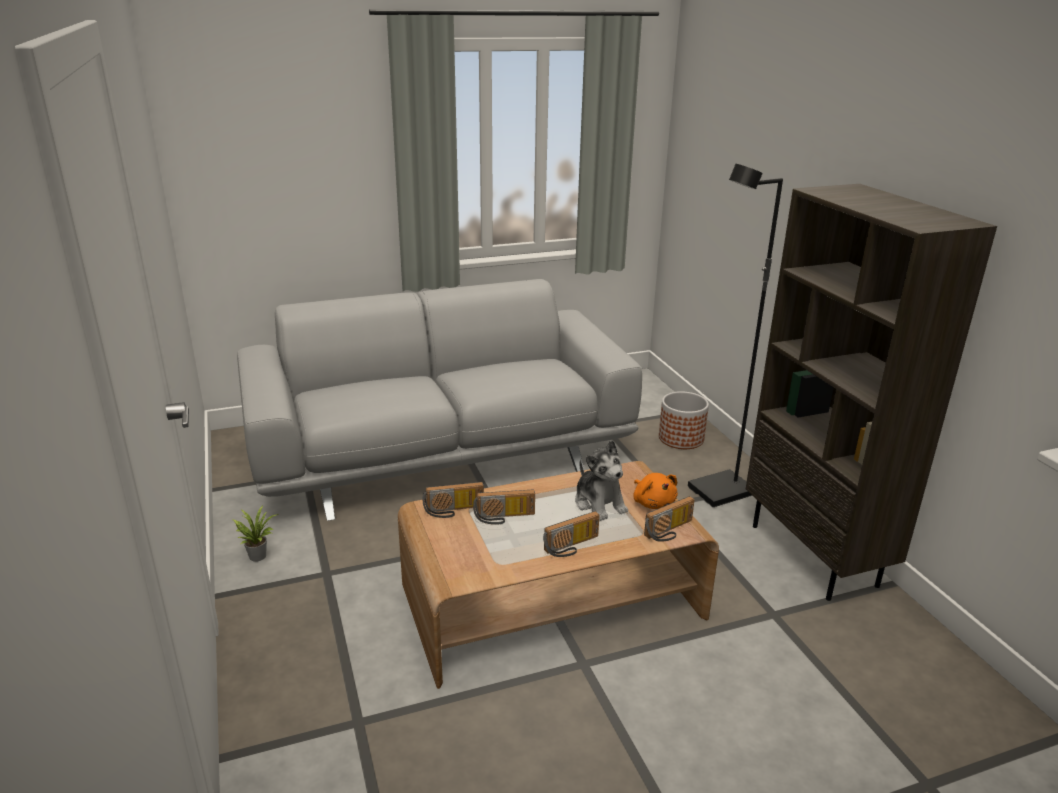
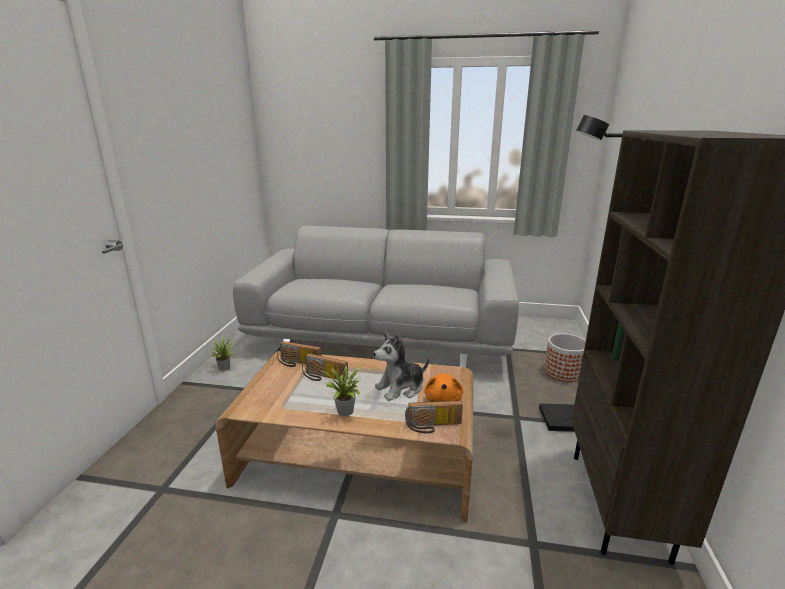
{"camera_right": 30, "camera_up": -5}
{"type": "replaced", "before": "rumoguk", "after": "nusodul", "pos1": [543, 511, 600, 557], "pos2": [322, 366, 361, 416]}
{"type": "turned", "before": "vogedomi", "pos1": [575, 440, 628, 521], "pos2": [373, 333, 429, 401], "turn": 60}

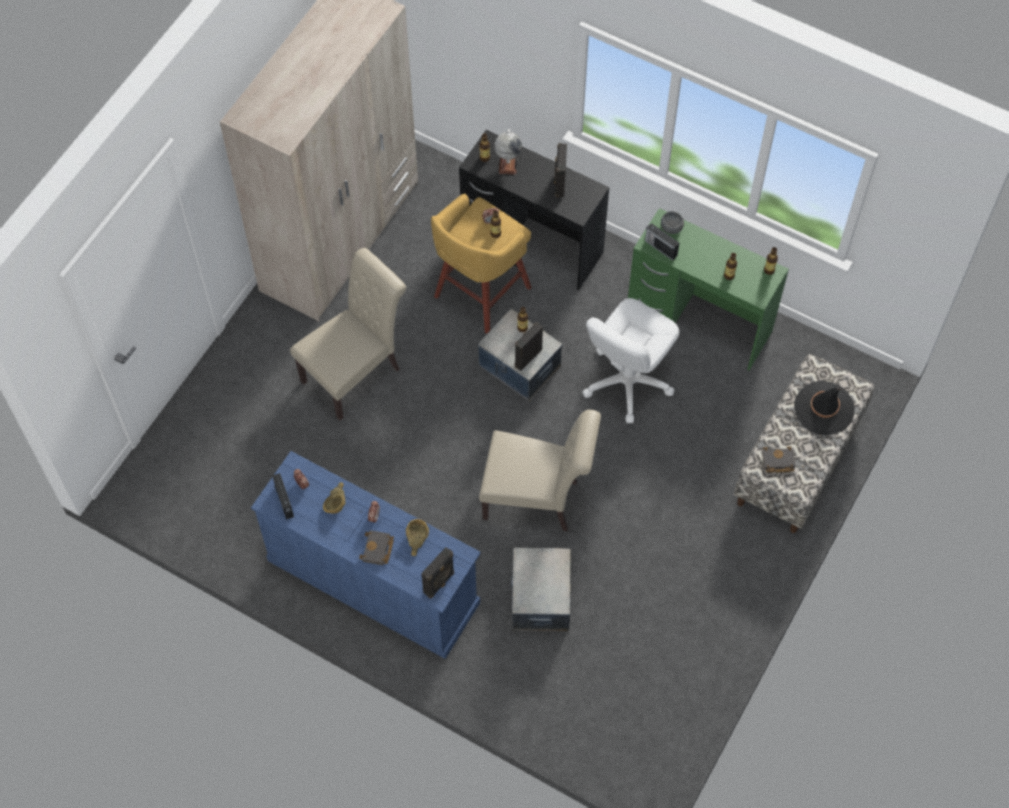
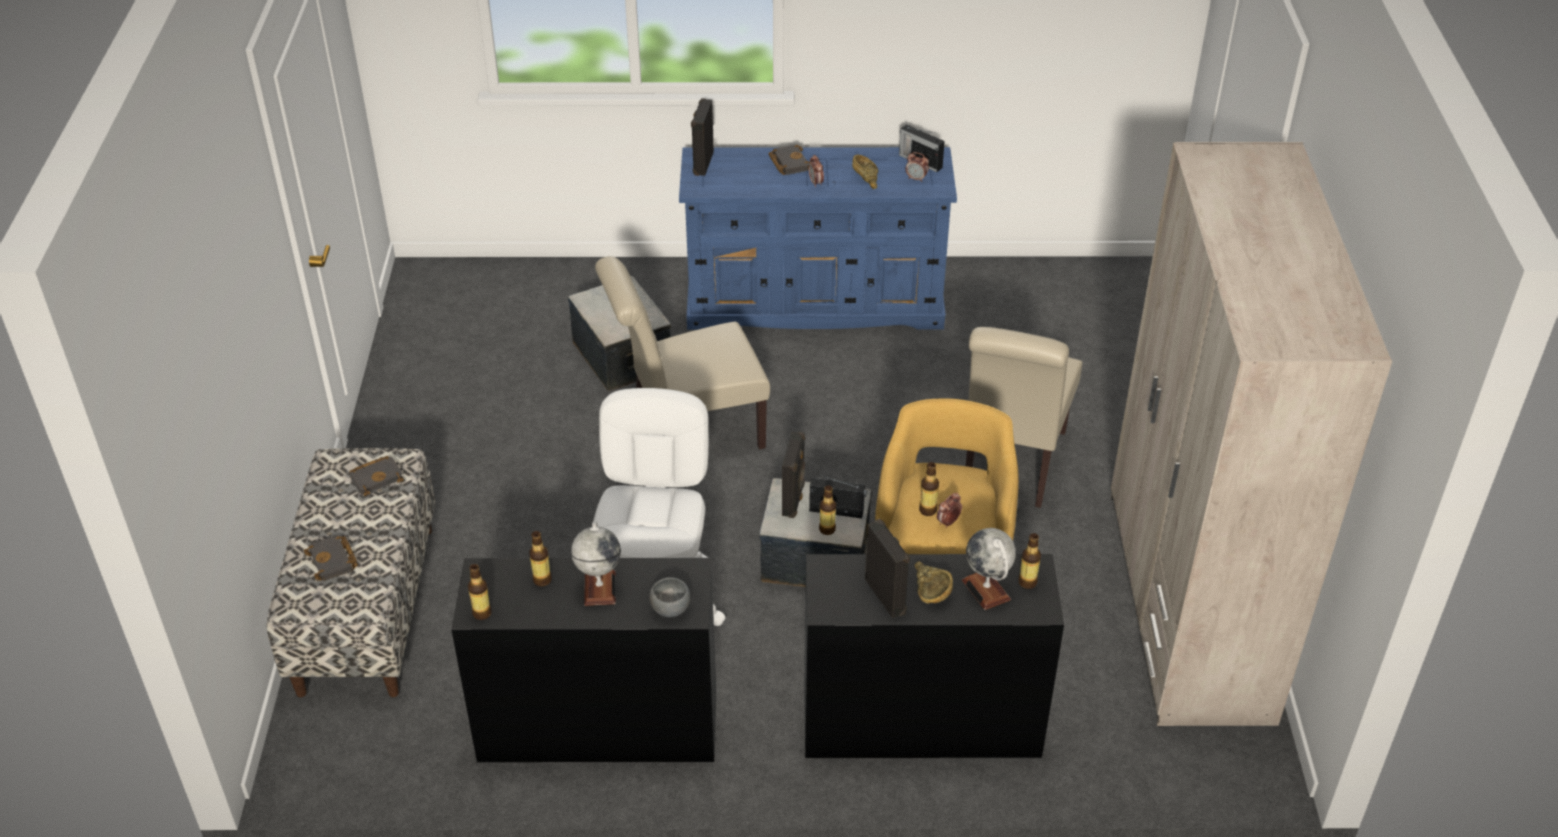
{"camera_right": 150, "camera_up": -20}
{"type": "added", "after": "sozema", "pos2": [571, 522, 621, 606]}
{"type": "moved", "before": "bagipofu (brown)", "pos1": [406, 519, 429, 556], "pos2": [915, 561, 953, 604]}
{"type": "moved", "before": "rumoguk", "pos1": [645, 223, 679, 261], "pos2": [809, 474, 867, 518]}
{"type": "replaced", "before": "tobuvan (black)", "after": "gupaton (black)", "pos1": [794, 381, 855, 435], "pos2": [304, 535, 358, 581]}
{"type": "recoloured", "before": "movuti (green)", "after": "movuti (black)", "pos1": [628, 208, 789, 371], "pos2": [451, 558, 716, 762]}

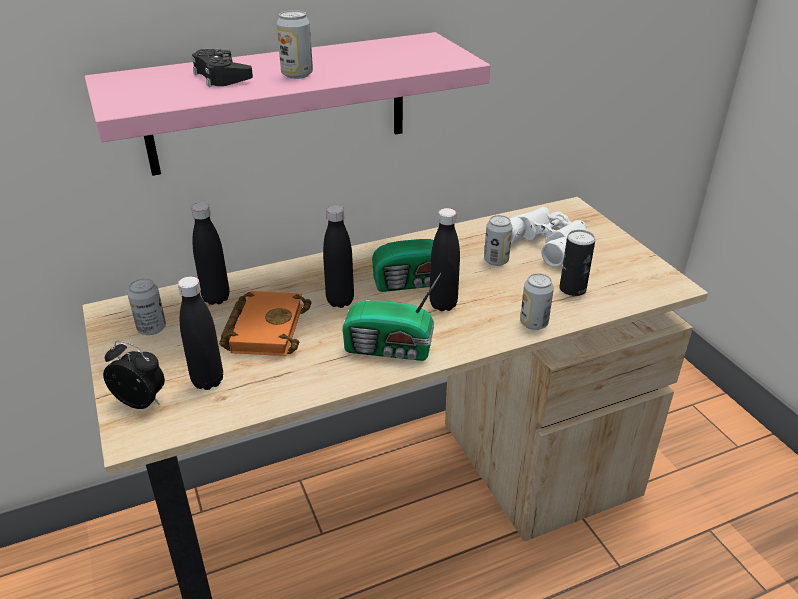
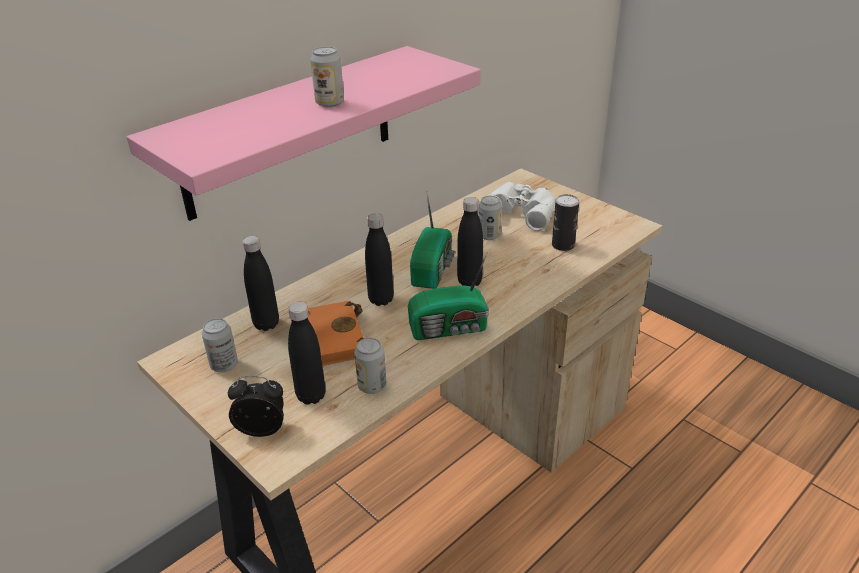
{"camera_right": -20, "camera_up": 0}
{"type": "removed", "before": "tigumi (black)", "pos1": [192, 48, 253, 87]}
{"type": "moved", "before": "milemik", "pos1": [520, 273, 554, 330], "pos2": [354, 338, 386, 394]}
{"type": "turned", "before": "rumoguk", "pos1": [372, 205, 453, 292], "pos2": [410, 193, 455, 289], "turn": -45}

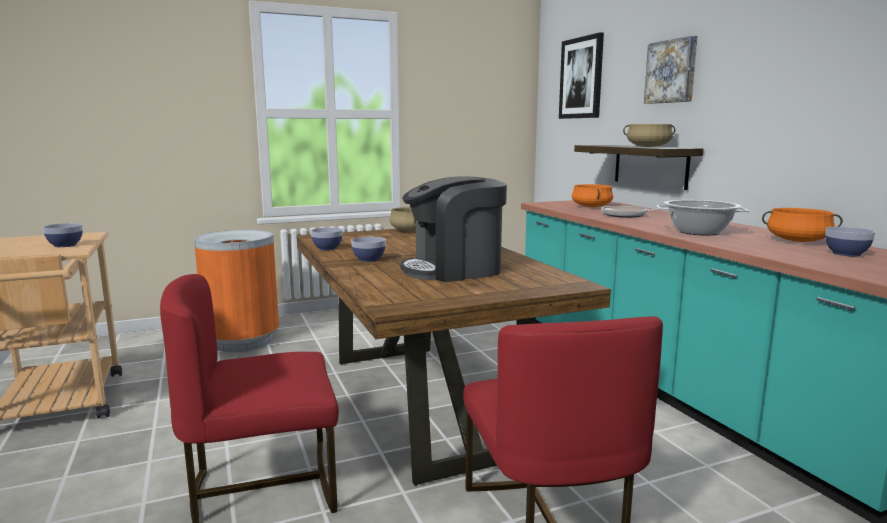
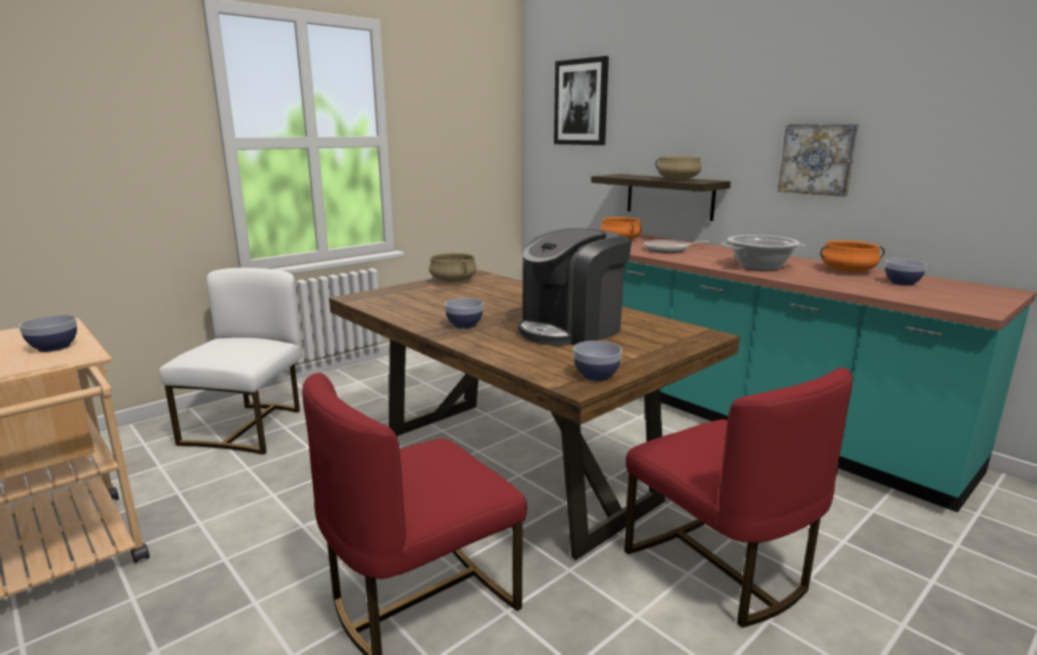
{"camera_right": -20, "camera_up": 5}
{"type": "moved", "before": "bagipofu", "pos1": [311, 227, 343, 250], "pos2": [573, 341, 622, 381]}
{"type": "moved", "before": "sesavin", "pos1": [644, 36, 698, 104], "pos2": [778, 124, 859, 197]}
{"type": "replaced", "before": "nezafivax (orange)", "after": "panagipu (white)", "pos1": [194, 230, 279, 352], "pos2": [159, 268, 302, 455]}

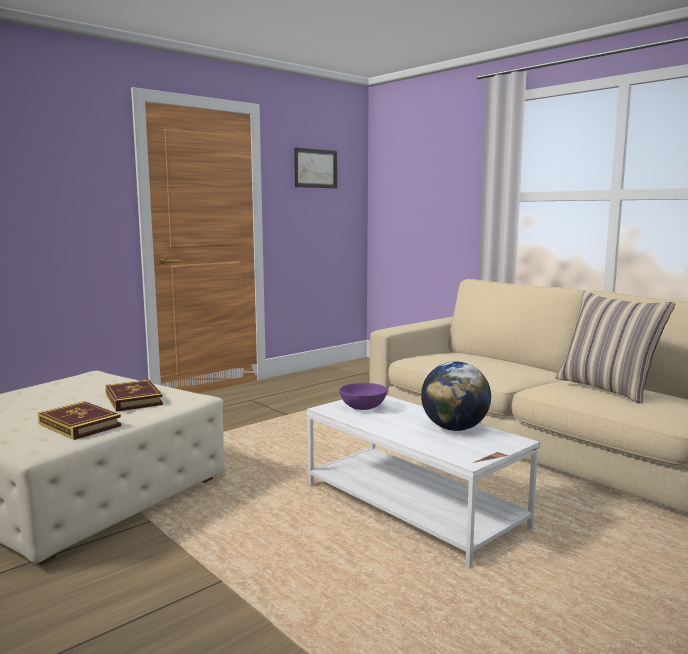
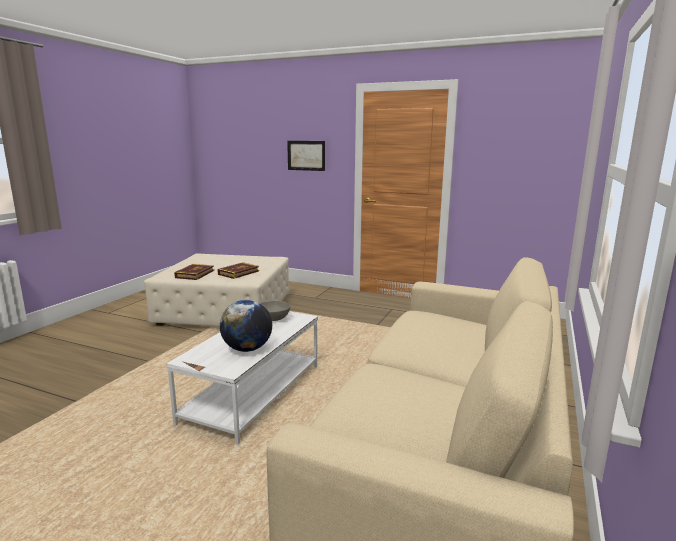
{"camera_right": 65, "camera_up": 5}
{"type": "removed", "before": "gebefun", "pos1": [556, 291, 676, 404]}
{"type": "moved", "before": "sesavin", "pos1": [294, 147, 337, 188], "pos2": [287, 141, 325, 171]}
{"type": "recoloured", "before": "bagipofu (purple)", "after": "bagipofu (grey)", "pos1": [339, 383, 387, 410], "pos2": [260, 301, 290, 321]}

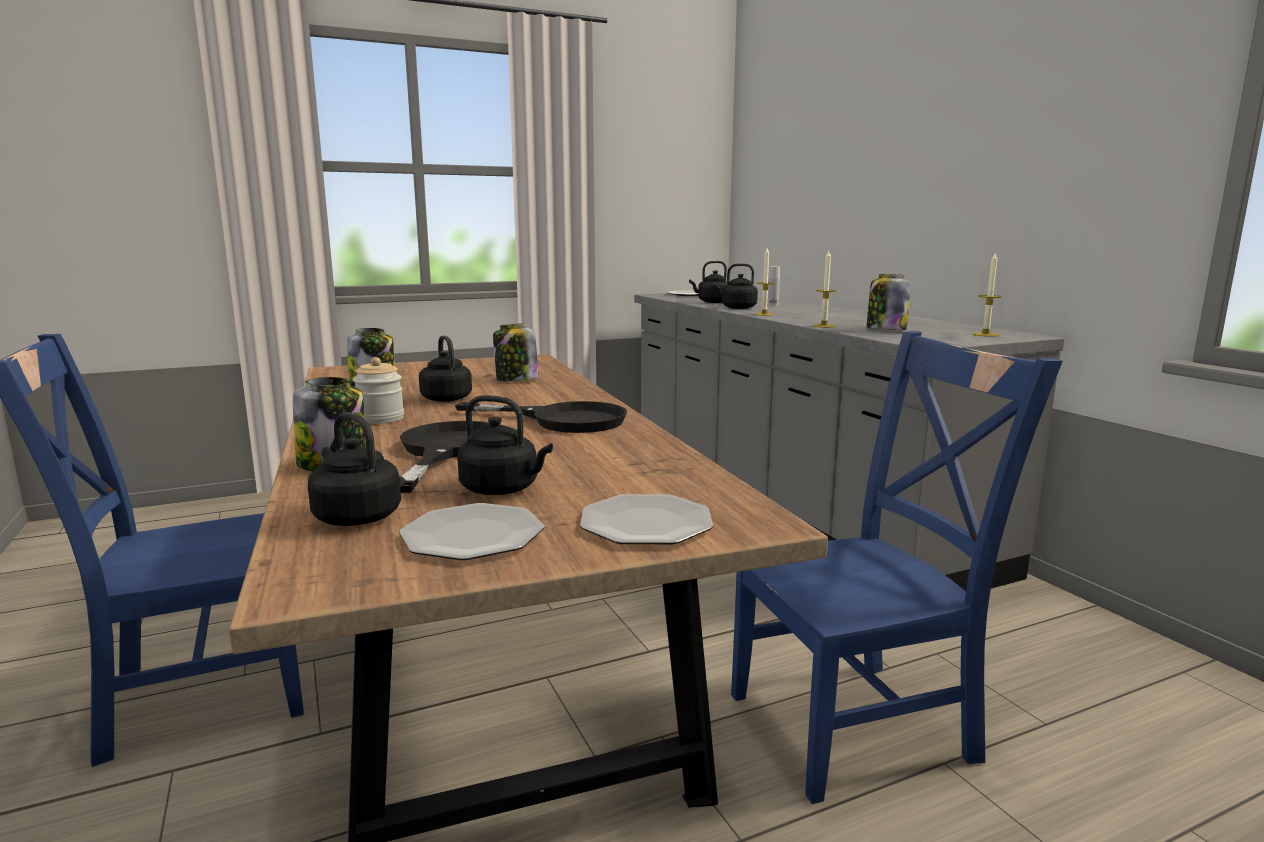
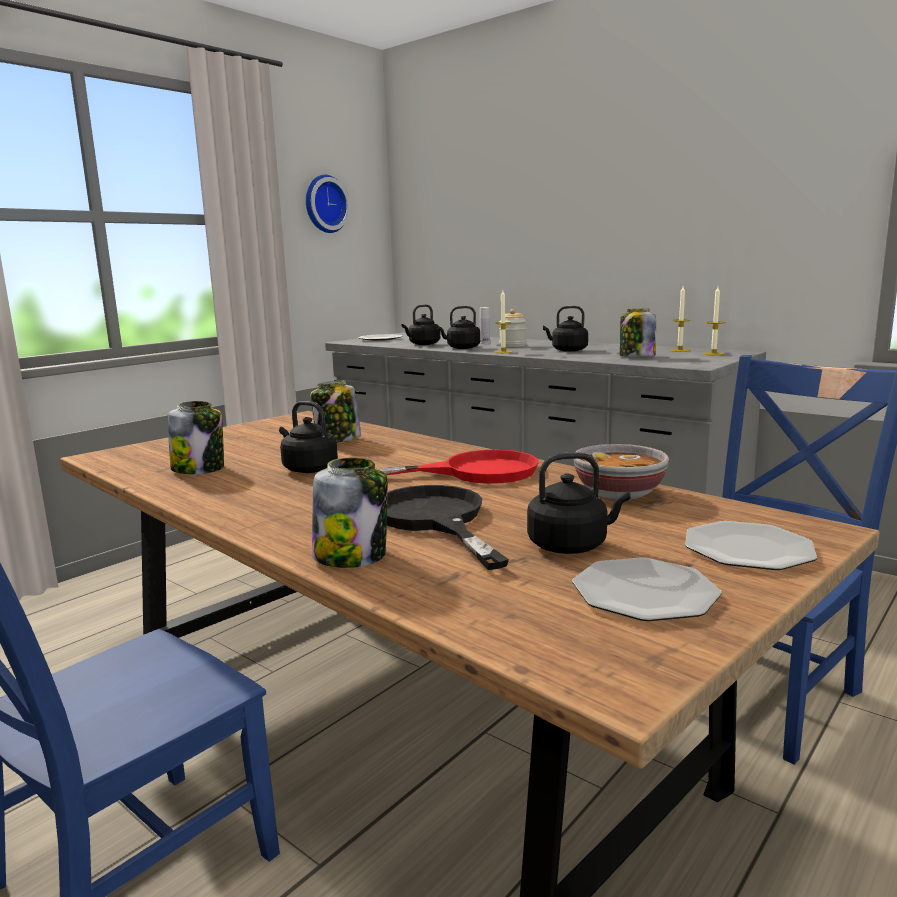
{"camera_right": -25, "camera_up": 0}
{"type": "added", "after": "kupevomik", "pos2": [306, 175, 350, 233]}
{"type": "added", "after": "bagipofu", "pos2": [573, 444, 669, 500]}
{"type": "moved", "before": "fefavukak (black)", "pos1": [308, 412, 401, 526], "pos2": [543, 306, 588, 352]}
{"type": "moved", "before": "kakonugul", "pos1": [353, 357, 404, 424], "pos2": [499, 309, 526, 347]}
{"type": "moved", "before": "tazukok", "pos1": [812, 251, 836, 328], "pos2": [670, 286, 690, 352]}
{"type": "recoloured", "before": "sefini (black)", "after": "sefini (red)", "pos1": [455, 401, 627, 433], "pos2": [377, 449, 539, 484]}

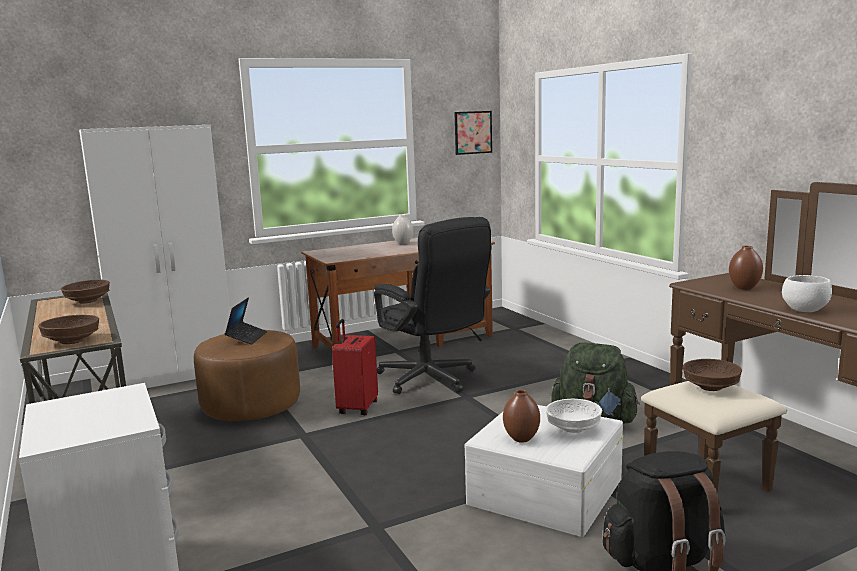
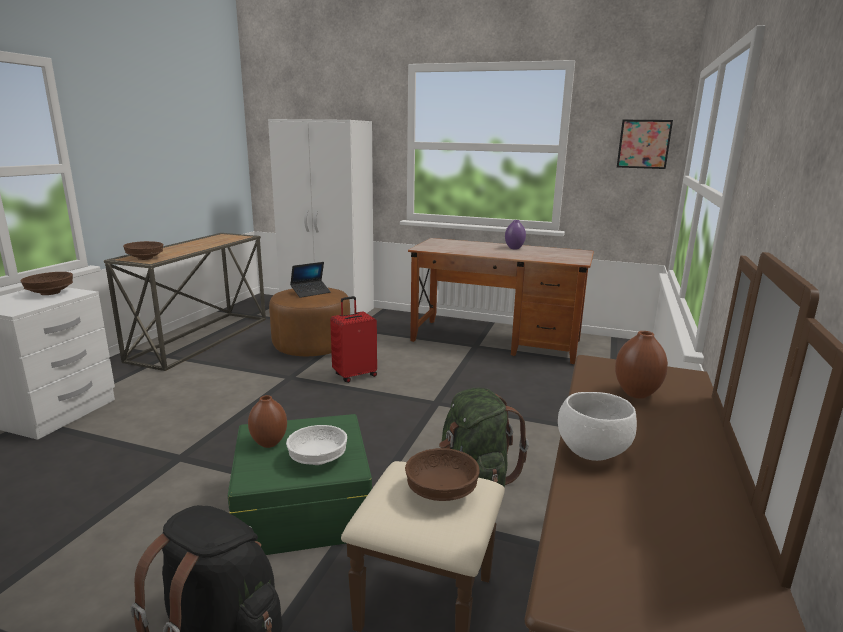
{"camera_right": 45, "camera_up": 5}
{"type": "removed", "before": "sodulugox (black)", "pos1": [374, 217, 491, 394]}
{"type": "moved", "before": "bagipofu (brown)", "pos1": [61, 280, 110, 304], "pos2": [21, 272, 73, 295]}
{"type": "recoloured", "before": "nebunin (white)", "after": "nebunin (purple)", "pos1": [392, 214, 413, 244], "pos2": [505, 220, 526, 249]}
{"type": "recoloured", "before": "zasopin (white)", "after": "zasopin (green)", "pos1": [465, 405, 623, 537], "pos2": [228, 414, 372, 555]}

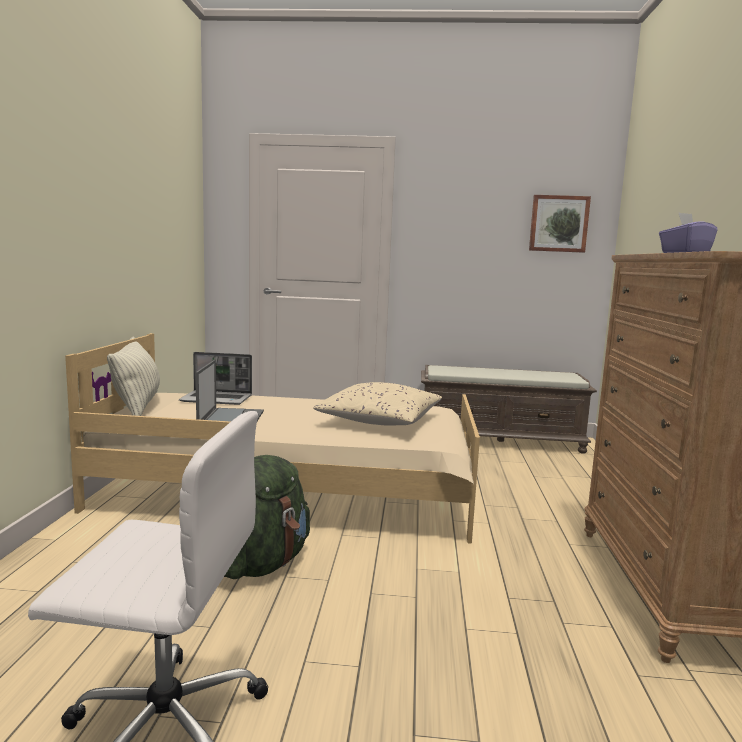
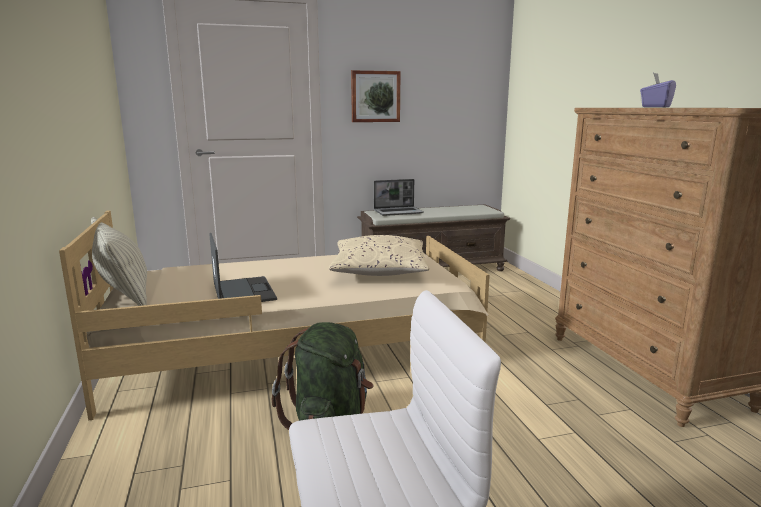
{"camera_right": -20, "camera_up": 5}
{"type": "moved", "before": "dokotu", "pos1": [179, 352, 252, 405], "pos2": [374, 179, 424, 216]}
{"type": "moved", "before": "sesavin", "pos1": [529, 195, 591, 253], "pos2": [351, 70, 401, 122]}

